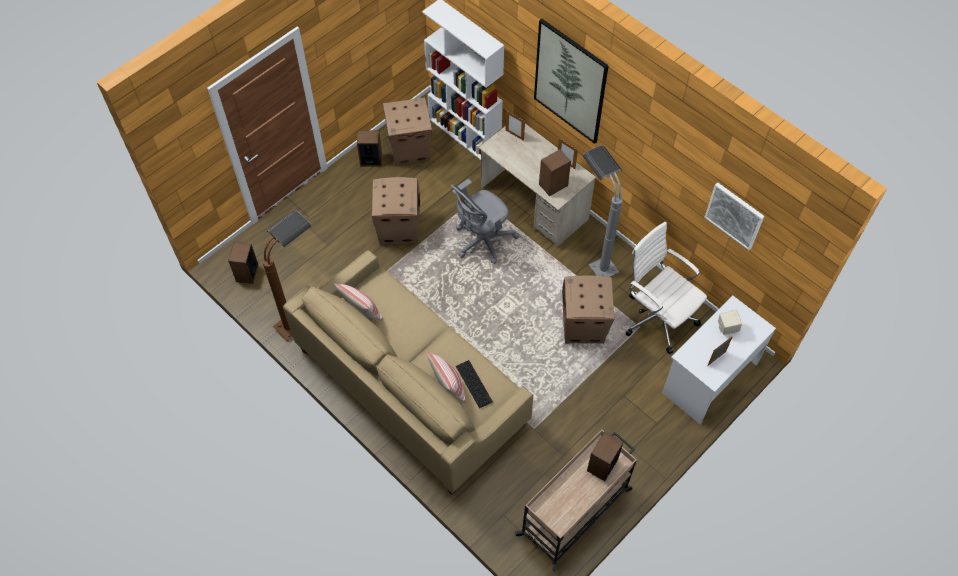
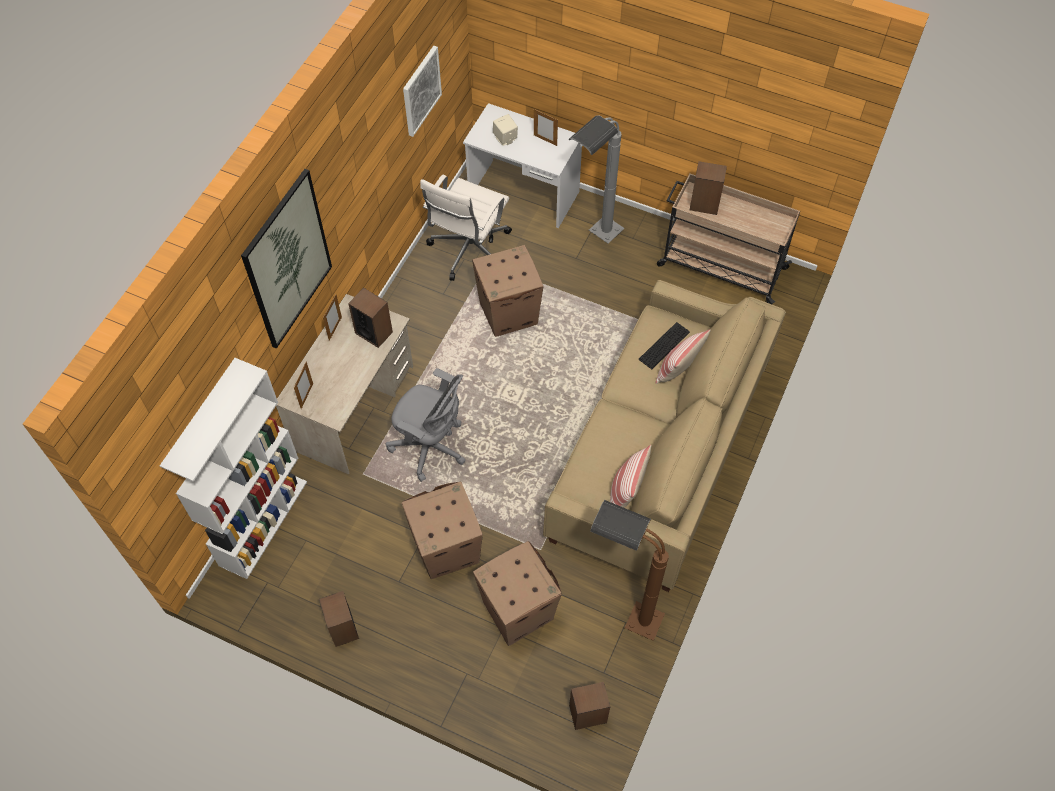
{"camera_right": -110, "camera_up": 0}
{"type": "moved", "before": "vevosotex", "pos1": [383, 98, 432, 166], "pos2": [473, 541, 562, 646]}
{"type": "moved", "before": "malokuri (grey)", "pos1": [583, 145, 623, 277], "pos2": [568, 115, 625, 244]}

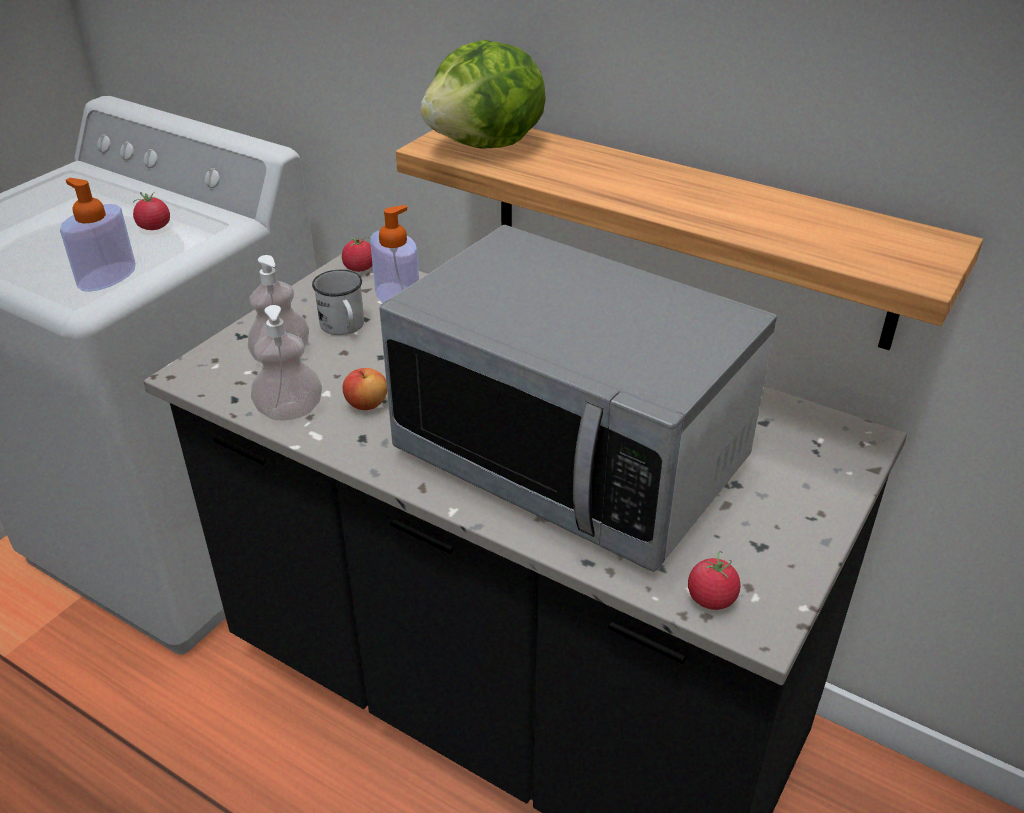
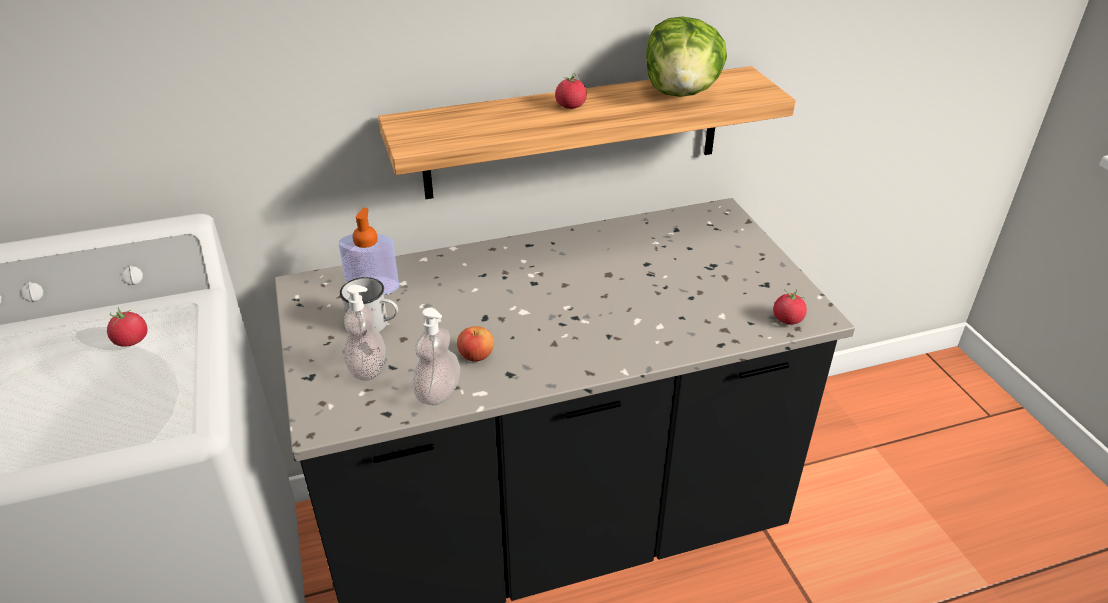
{"camera_right": -50, "camera_up": 0}
{"type": "removed", "before": "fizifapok", "pos1": [60, 178, 136, 292]}
{"type": "removed", "before": "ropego", "pos1": [379, 225, 777, 571]}
{"type": "moved", "before": "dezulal", "pos1": [342, 236, 373, 272], "pos2": [555, 73, 587, 109]}
{"type": "moved", "before": "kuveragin", "pos1": [420, 40, 546, 149], "pos2": [646, 16, 727, 97]}

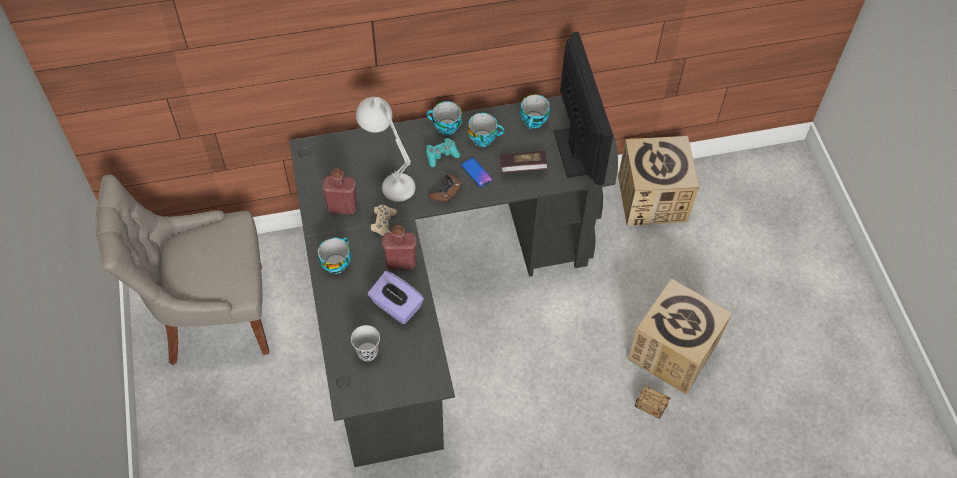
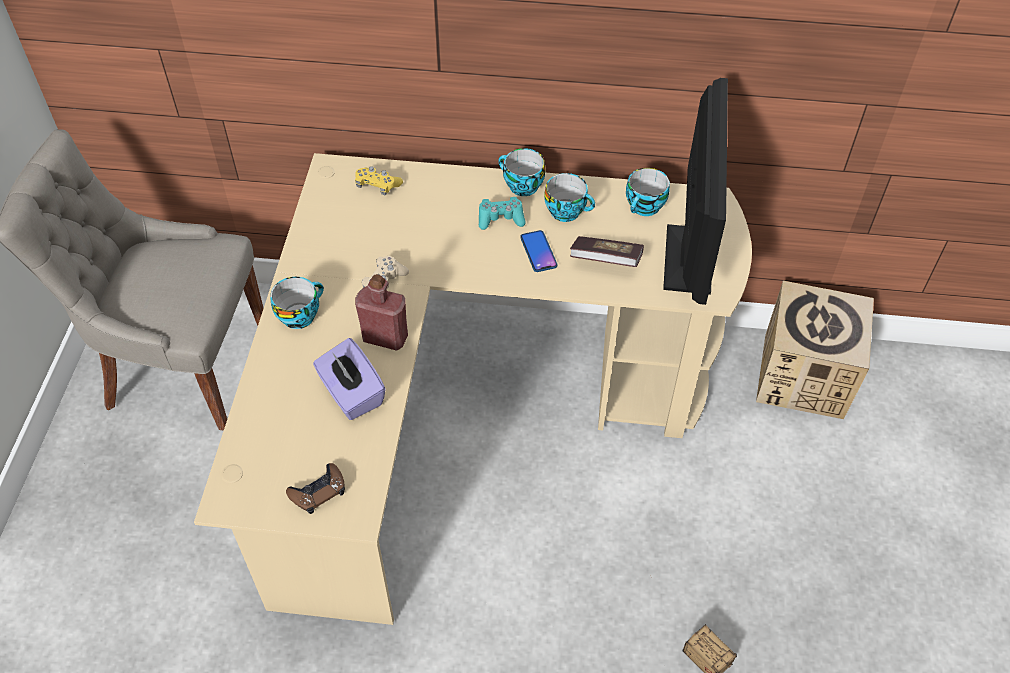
{"camera_right": 20, "camera_up": -5}
{"type": "removed", "before": "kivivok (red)", "pos1": [322, 168, 357, 214]}
{"type": "removed", "before": "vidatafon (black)", "pos1": [351, 325, 380, 361]}
{"type": "removed", "before": "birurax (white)", "pos1": [356, 97, 416, 202]}
{"type": "removed", "before": "vevosotex", "pos1": [628, 278, 732, 395]}
{"type": "added", "after": "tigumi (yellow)", "pos2": [355, 166, 403, 195]}
{"type": "moved", "before": "tigumi (brown)", "pos1": [429, 174, 462, 204], "pos2": [286, 463, 345, 514]}
{"type": "recoloured", "before": "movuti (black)", "after": "movuti (beige)", "pos1": [289, 96, 618, 467], "pos2": [194, 153, 752, 625]}

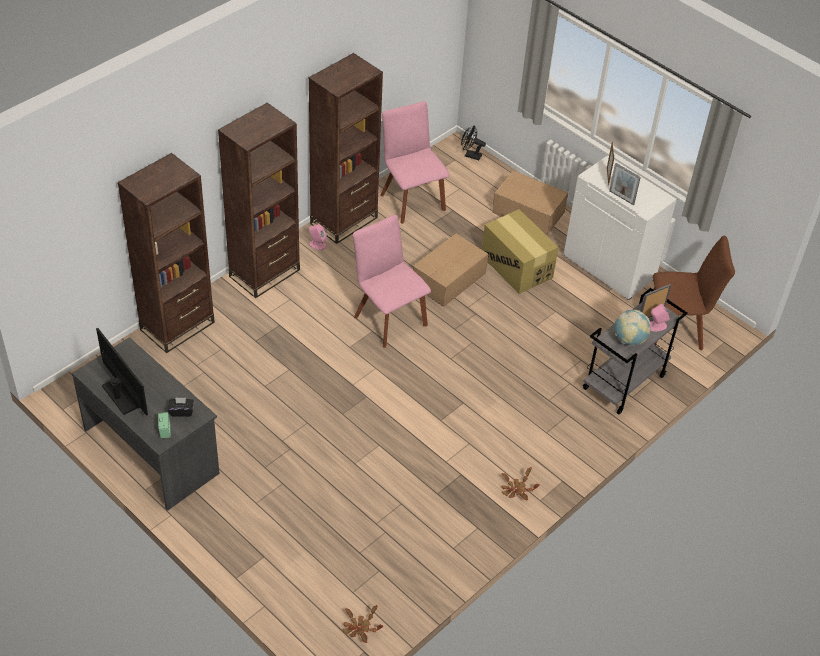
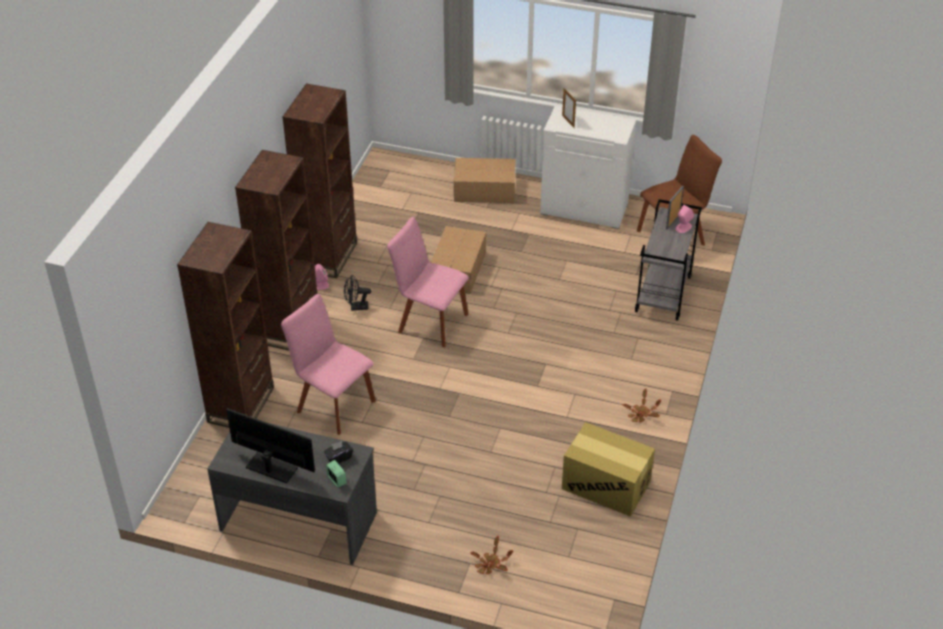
{"camera_right": -25, "camera_up": -5}
{"type": "removed", "before": "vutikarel", "pos1": [609, 163, 641, 205]}
{"type": "removed", "before": "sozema", "pos1": [614, 310, 651, 345]}
{"type": "moved", "before": "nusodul", "pos1": [342, 605, 383, 643], "pos2": [470, 536, 513, 574]}
{"type": "moved", "before": "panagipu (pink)", "pos1": [380, 101, 450, 224], "pos2": [281, 294, 376, 435]}
{"type": "moved", "before": "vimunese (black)", "pos1": [461, 125, 486, 160], "pos2": [344, 275, 371, 311]}
{"type": "moved", "before": "vevosotex", "pos1": [482, 209, 559, 294], "pos2": [562, 422, 655, 517]}

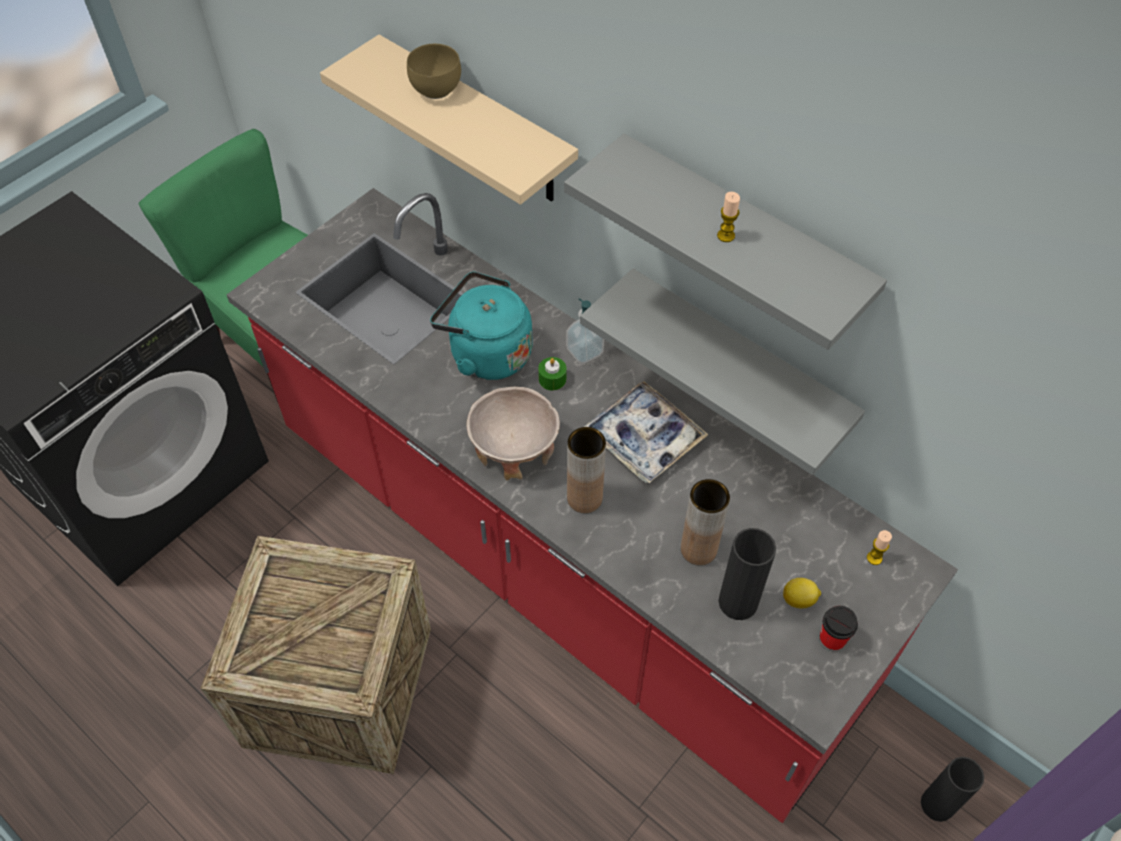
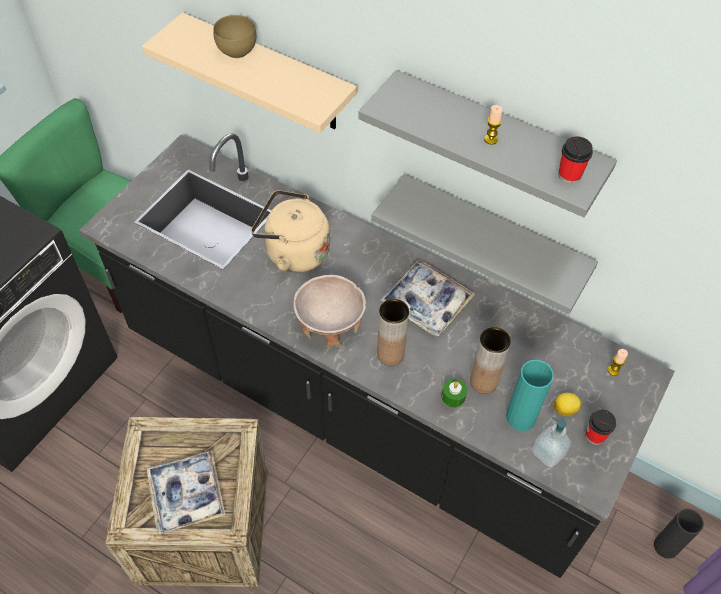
{"camera_right": -10, "camera_up": 0}
{"type": "added", "after": "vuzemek", "pos2": [147, 451, 225, 534]}
{"type": "added", "after": "vidatafon", "pos2": [558, 136, 593, 184]}
{"type": "moved", "before": "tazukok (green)", "pos1": [538, 357, 566, 391], "pos2": [442, 379, 467, 407]}
{"type": "moved", "before": "fizifapok", "pos1": [566, 298, 604, 364], "pos2": [532, 417, 571, 467]}
{"type": "recoloured", "before": "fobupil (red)", "after": "fobupil (black)", "pos1": [227, 188, 958, 823], "pos2": [79, 133, 675, 578]}
{"type": "recoloured", "before": "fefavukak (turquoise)", "after": "fefavukak (beige)", "pos1": [430, 271, 533, 380], "pos2": [251, 190, 330, 273]}
{"type": "recoloured", "before": "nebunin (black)", "after": "nebunin (turquoise)", "pos1": [719, 528, 776, 620], "pos2": [506, 360, 554, 431]}

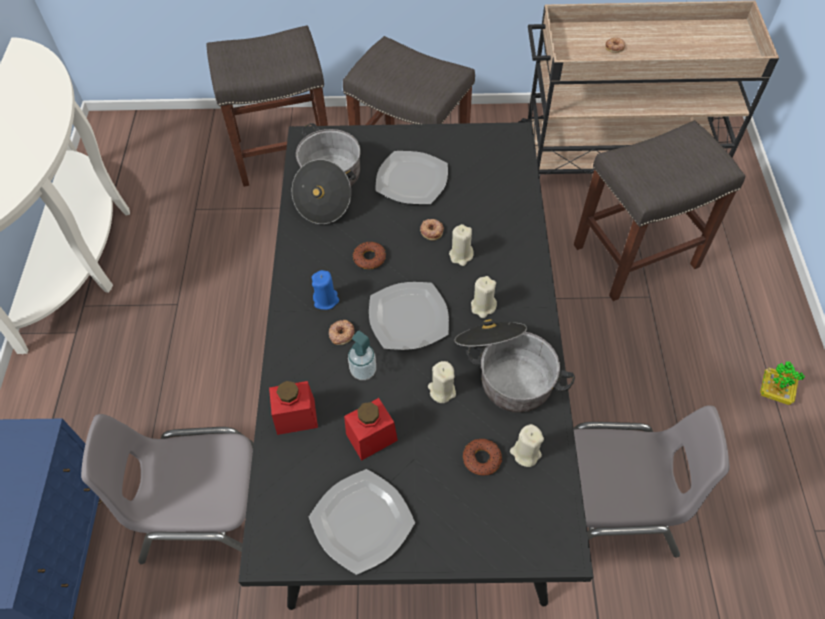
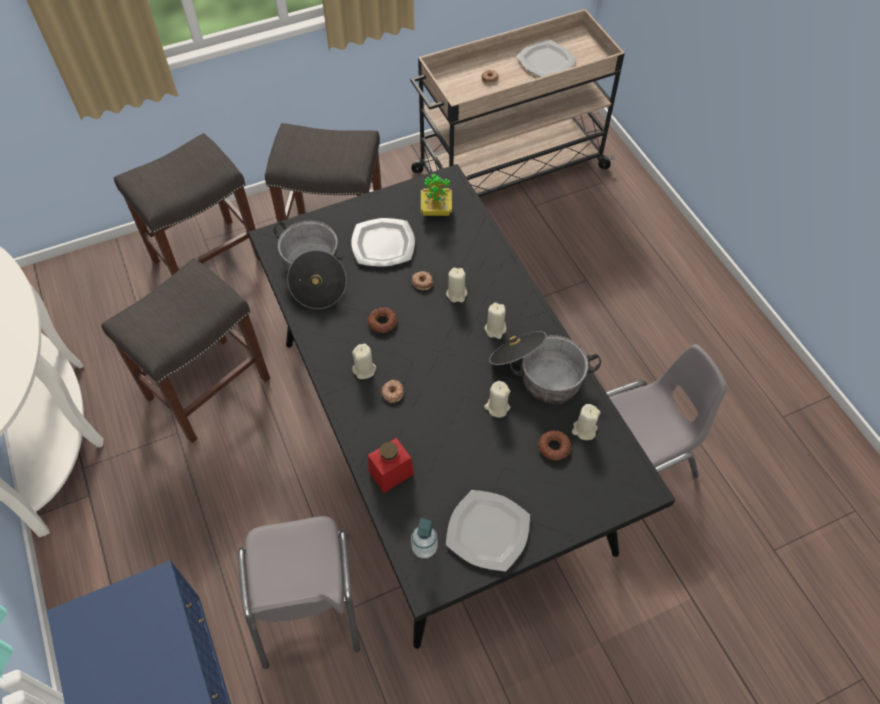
{"camera_right": -25, "camera_up": 0}
{"type": "removed", "before": "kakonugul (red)", "pos1": [344, 398, 398, 461]}
{"type": "moved", "before": "fizifapok", "pos1": [348, 331, 376, 380], "pos2": [411, 518, 437, 558]}
{"type": "moved", "before": "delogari", "pos1": [369, 282, 449, 350], "pos2": [517, 40, 577, 77]}
{"type": "moved", "before": "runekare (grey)", "pos1": [574, 120, 745, 301], "pos2": [101, 258, 270, 443]}
{"type": "moved", "before": "nusodul", "pos1": [760, 361, 805, 405], "pos2": [421, 174, 452, 216]}
{"type": "recoloured", "before": "tazukok (blue)", "after": "tazukok (beige)", "pos1": [312, 270, 339, 310], "pos2": [352, 344, 376, 379]}
{"type": "turned", "before": "panagipu (grey)", "pos1": [81, 414, 254, 564], "pos2": [238, 516, 360, 669], "turn": -75}

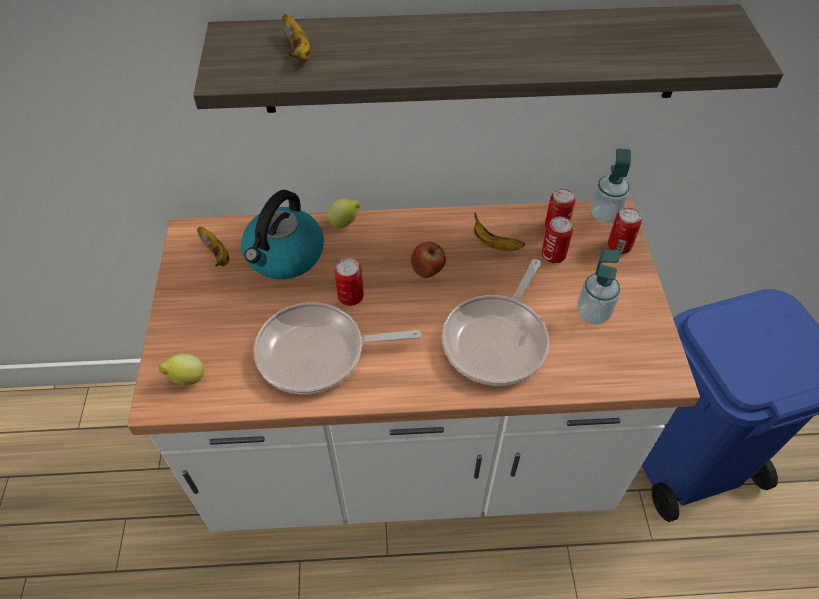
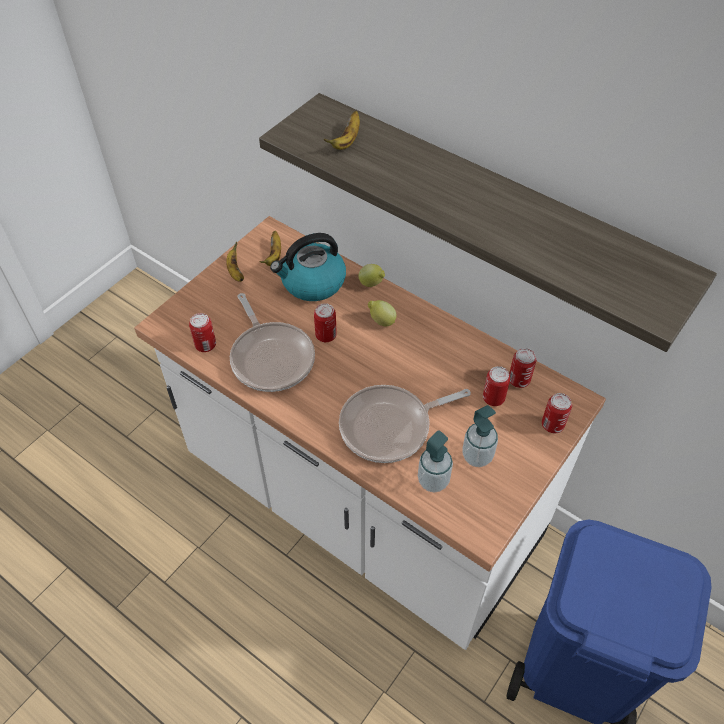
{"camera_right": 40, "camera_up": 0}
{"type": "removed", "before": "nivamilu", "pos1": [411, 241, 446, 278]}
{"type": "added", "after": "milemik", "pos2": [189, 313, 216, 352]}
{"type": "moved", "before": "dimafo", "pos1": [159, 354, 204, 385], "pos2": [368, 300, 396, 326]}
{"type": "moved", "before": "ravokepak", "pos1": [474, 212, 525, 251], "pos2": [226, 241, 244, 282]}
{"type": "moved", "before": "fizifapok", "pos1": [591, 149, 631, 223], "pos2": [418, 430, 453, 492]}
{"type": "turned", "before": "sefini", "pos1": [253, 302, 421, 395], "pos2": [230, 293, 315, 392], "turn": -150}

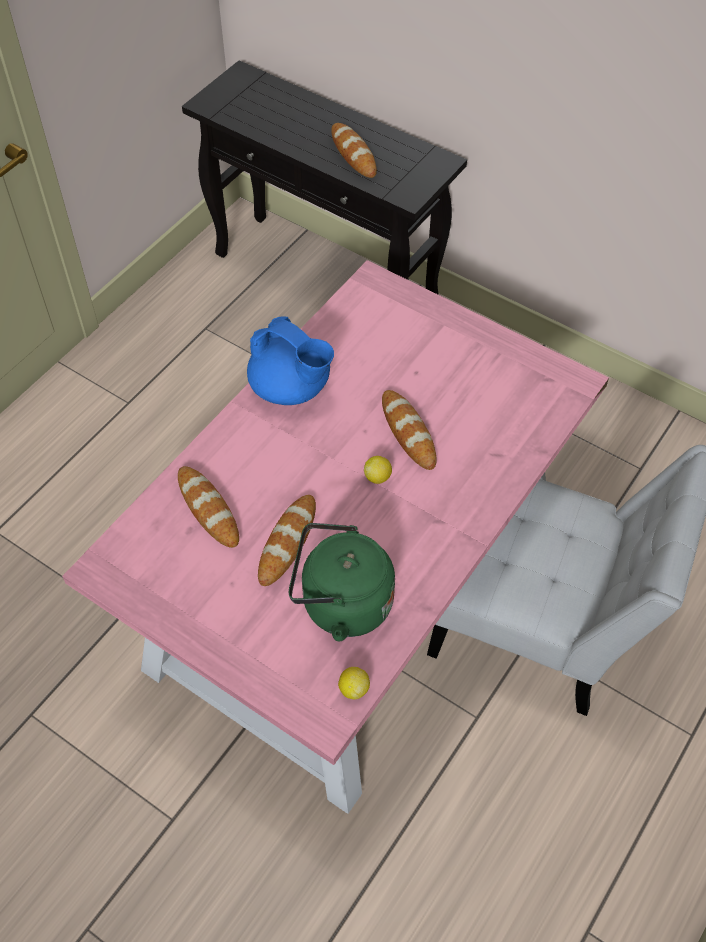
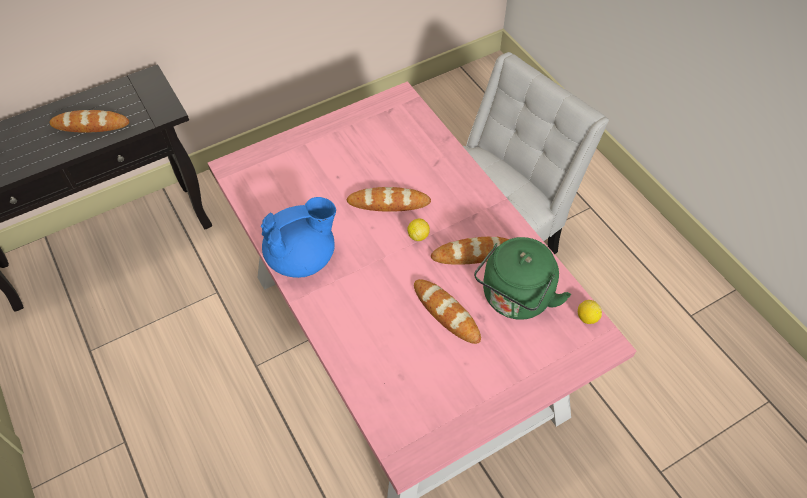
{"camera_right": -65, "camera_up": 0}
{"type": "moved", "before": "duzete", "pos1": [178, 466, 239, 548], "pos2": [431, 237, 509, 265]}

